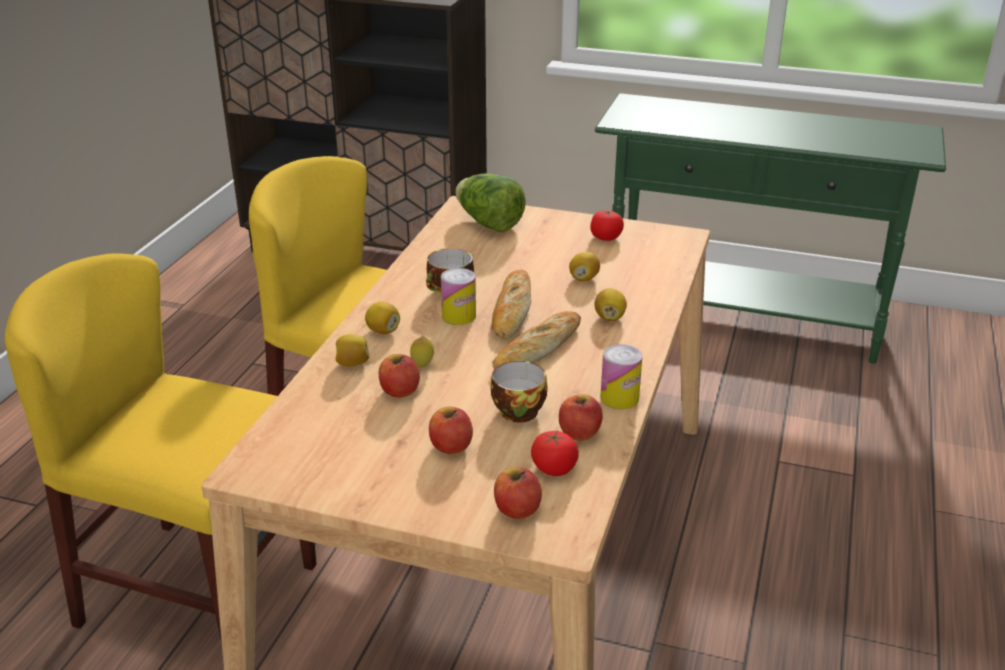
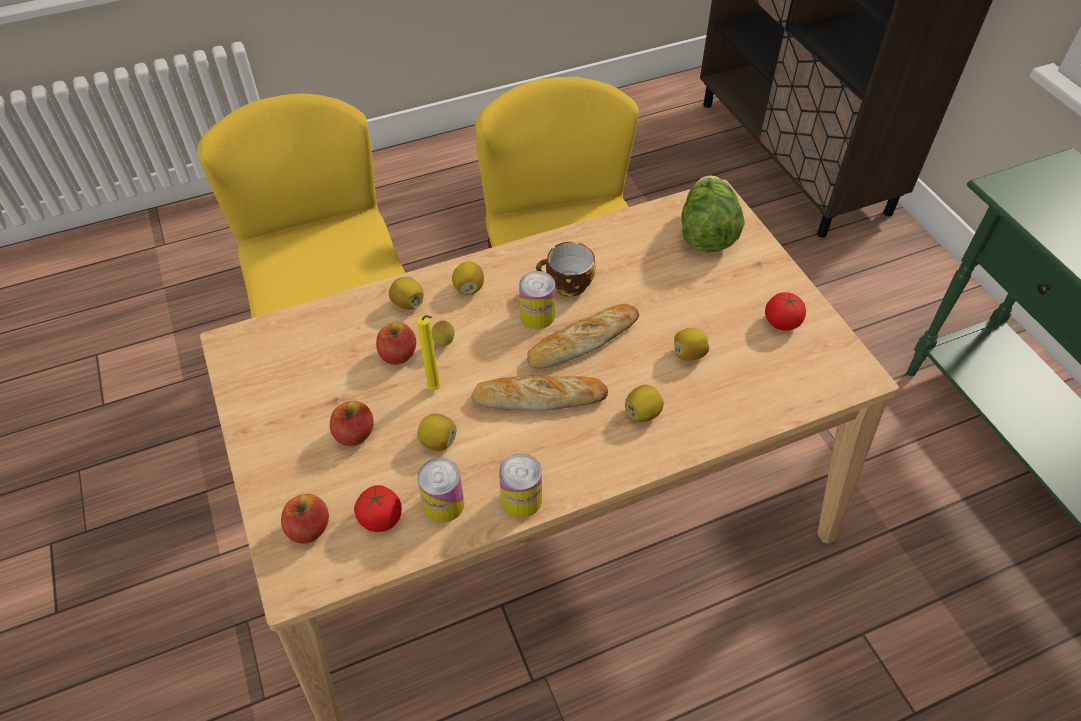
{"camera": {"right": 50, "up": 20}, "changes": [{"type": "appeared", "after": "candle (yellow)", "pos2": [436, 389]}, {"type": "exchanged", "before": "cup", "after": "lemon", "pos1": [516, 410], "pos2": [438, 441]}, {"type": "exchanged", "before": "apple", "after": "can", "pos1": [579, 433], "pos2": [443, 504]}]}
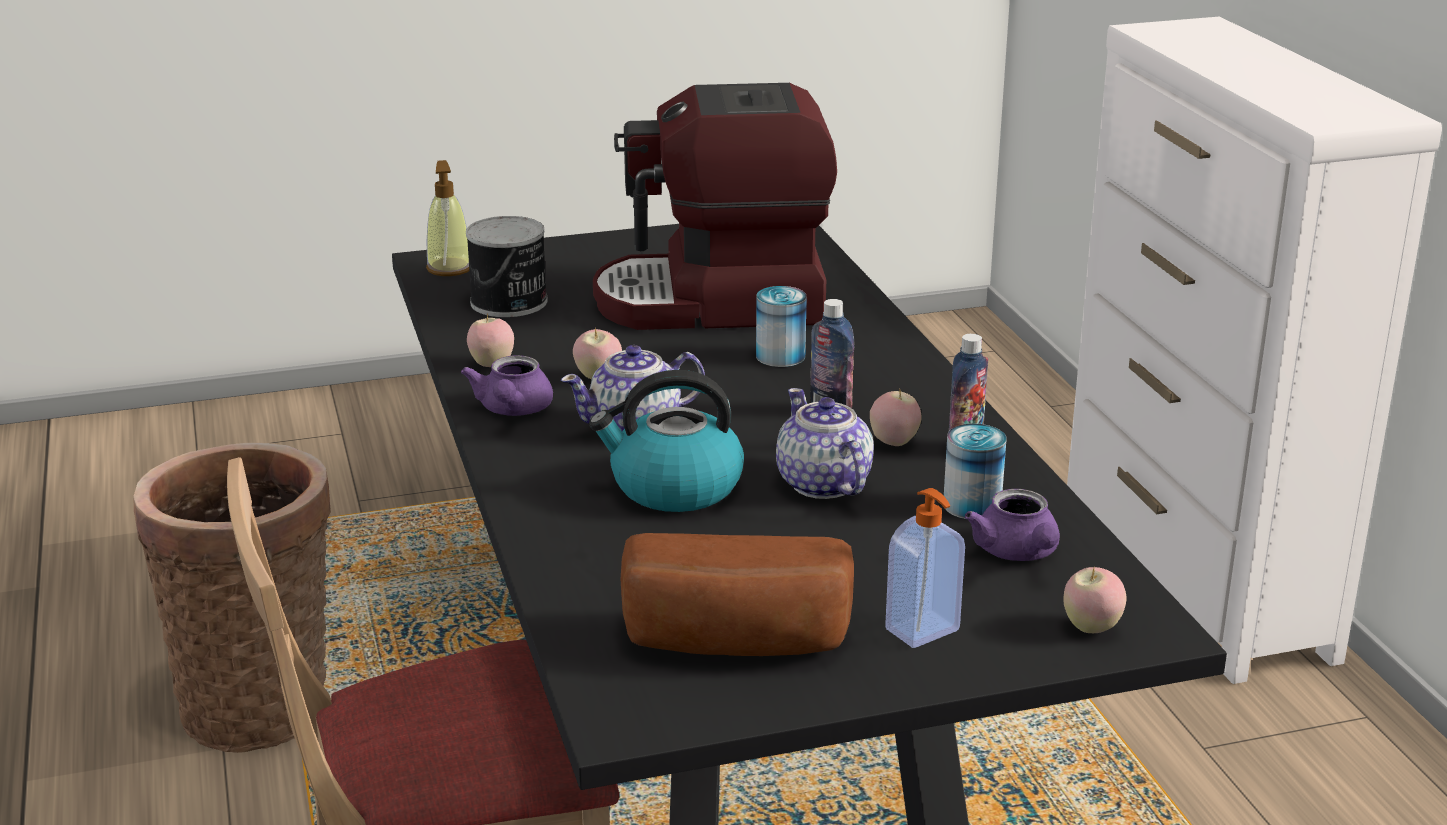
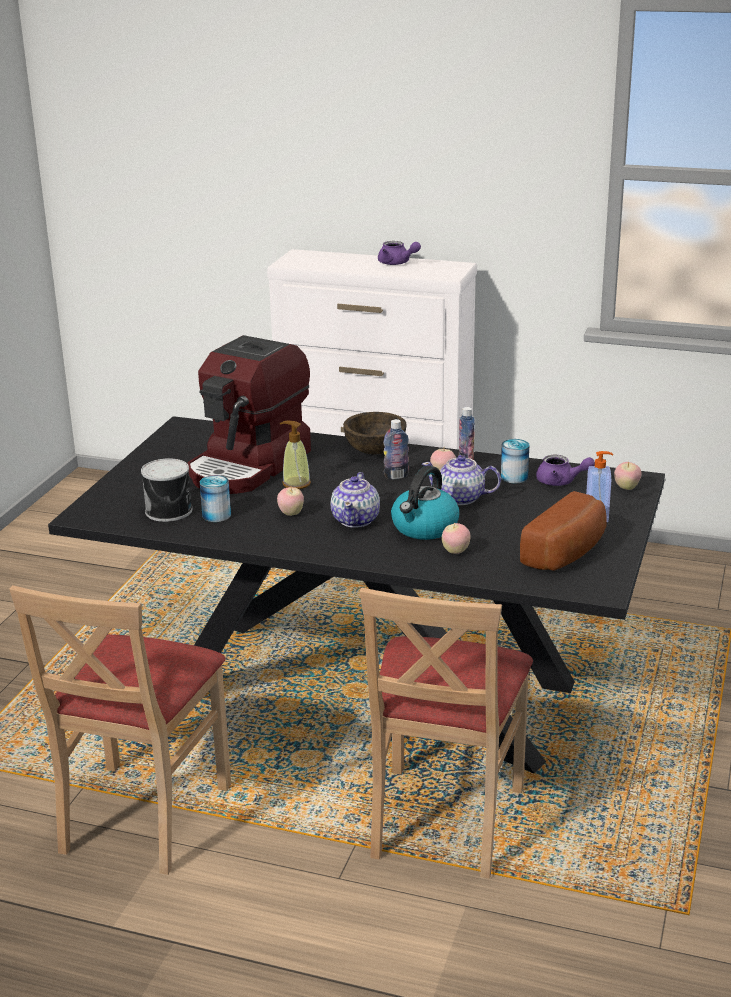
{"camera": {"right": -55, "up": 0}, "changes": [{"type": "appeared", "after": "bowl (brown)", "pos2": [375, 450]}, {"type": "relocated", "before": "soap dispenser", "pos1": [449, 268], "pos2": [296, 483]}, {"type": "relocated", "before": "teapot (purple)", "pos1": [512, 410], "pos2": [397, 263]}, {"type": "relocated", "before": "apple", "pos1": [492, 364], "pos2": [455, 551]}, {"type": "relocated", "before": "can", "pos1": [780, 356], "pos2": [216, 515]}, {"type": "exchanged", "before": "basket", "after": "chair (beige)", "pos1": [259, 703], "pos2": [142, 816]}]}
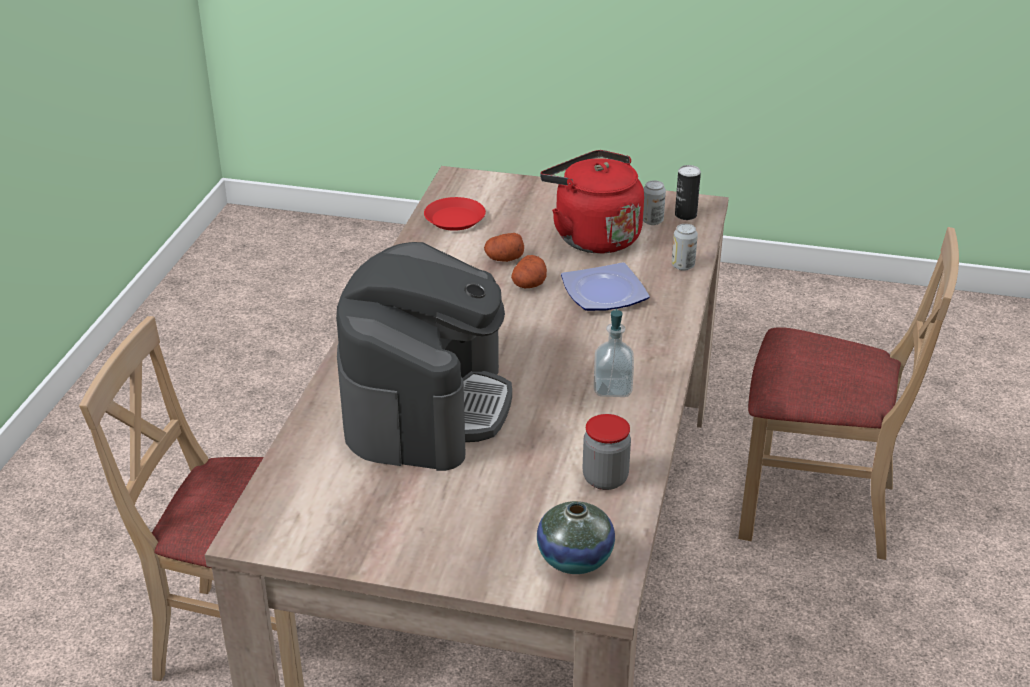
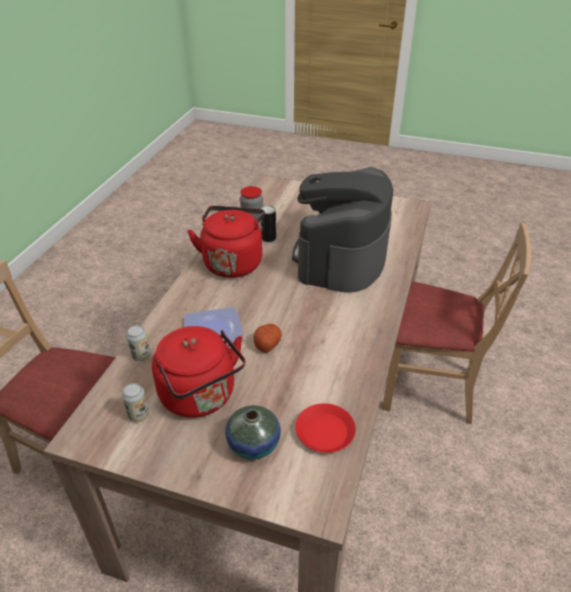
{"camera": {"right": -175, "up": 5}, "changes": [{"type": "missing", "before": "potato", "pos1": [504, 259]}, {"type": "relocated", "before": "vase", "pos1": [575, 558], "pos2": [253, 444]}, {"type": "relocated", "before": "can", "pos1": [685, 215], "pos2": [268, 238]}, {"type": "exchanged", "before": "soap dispenser", "after": "kettle (red)", "pos1": [612, 388], "pos2": [233, 262]}]}
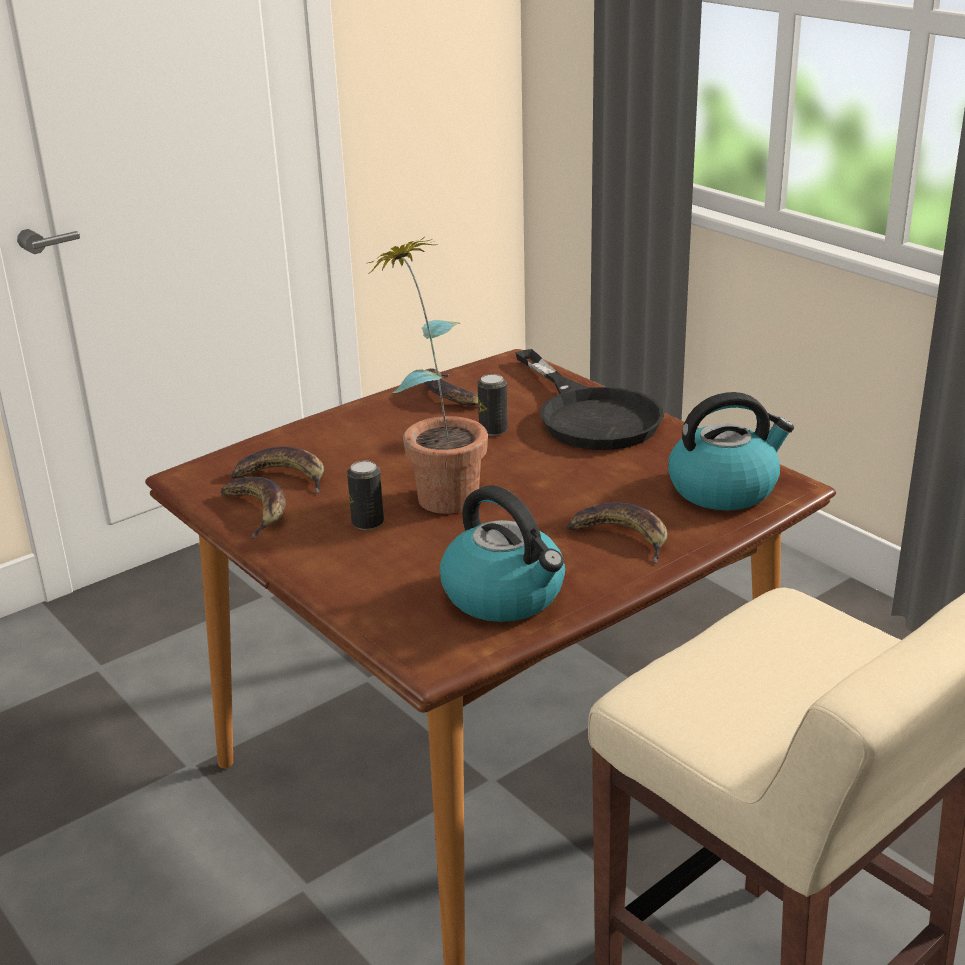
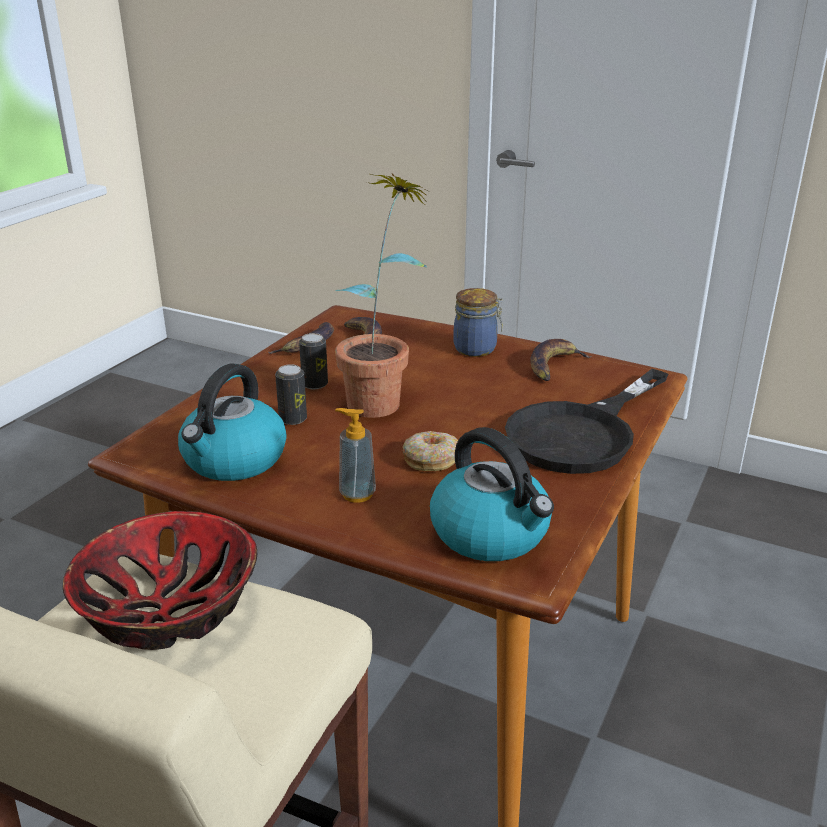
{"camera": {"right": 65, "up": 0}, "changes": [{"type": "appeared", "after": "bowl", "pos2": [169, 609]}, {"type": "appeared", "after": "donut", "pos2": [431, 459]}, {"type": "appeared", "after": "jar", "pos2": [477, 349]}, {"type": "relocated", "before": "can", "pos1": [493, 430], "pos2": [293, 419]}, {"type": "exchanged", "before": "banana", "after": "soap dispenser", "pos1": [622, 537], "pos2": [357, 494]}]}
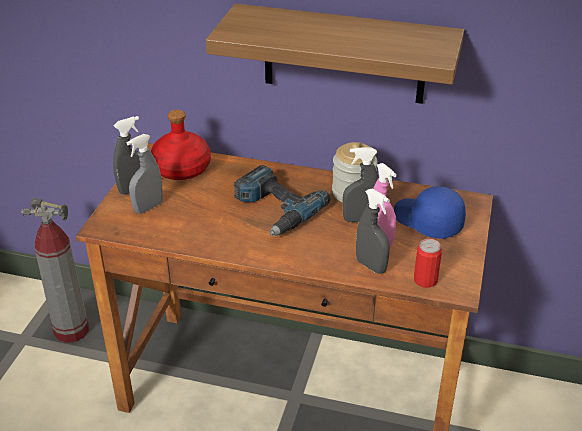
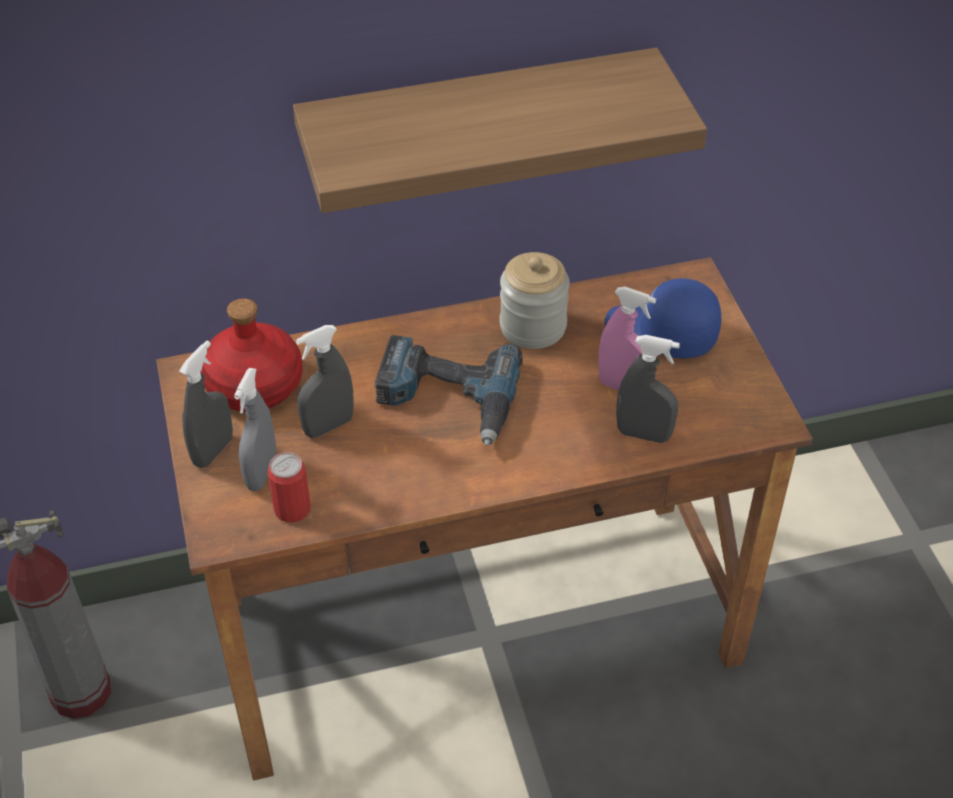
{"camera": {"right": -30, "up": 10}, "changes": [{"type": "relocated", "before": "spray bottle (grey)", "pos1": [360, 220], "pos2": [328, 426]}, {"type": "relocated", "before": "can", "pos1": [425, 280], "pos2": [292, 509]}]}
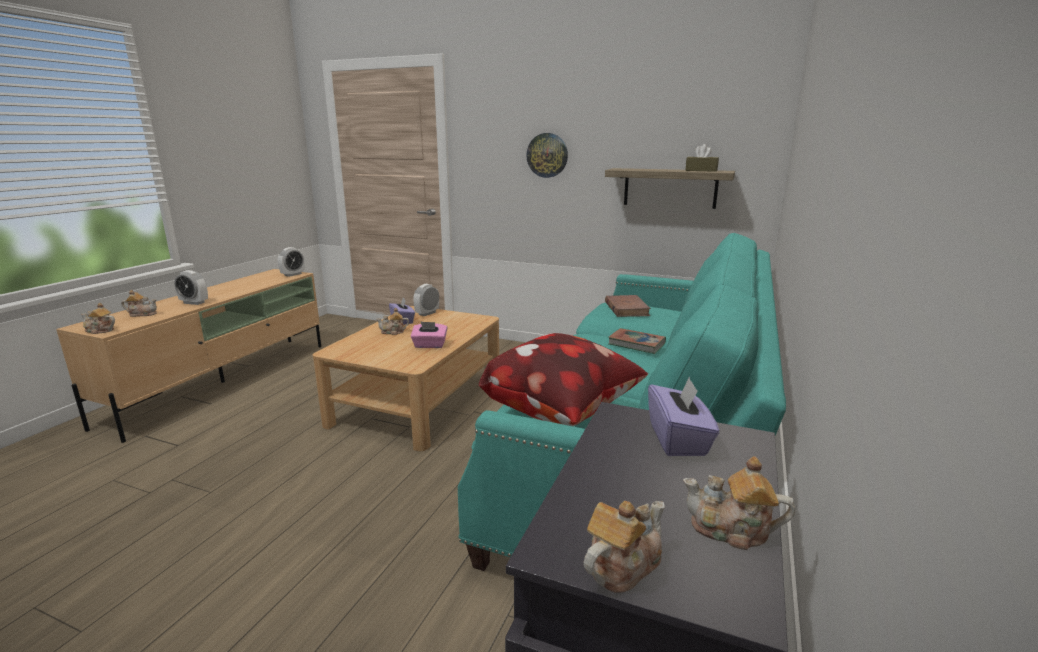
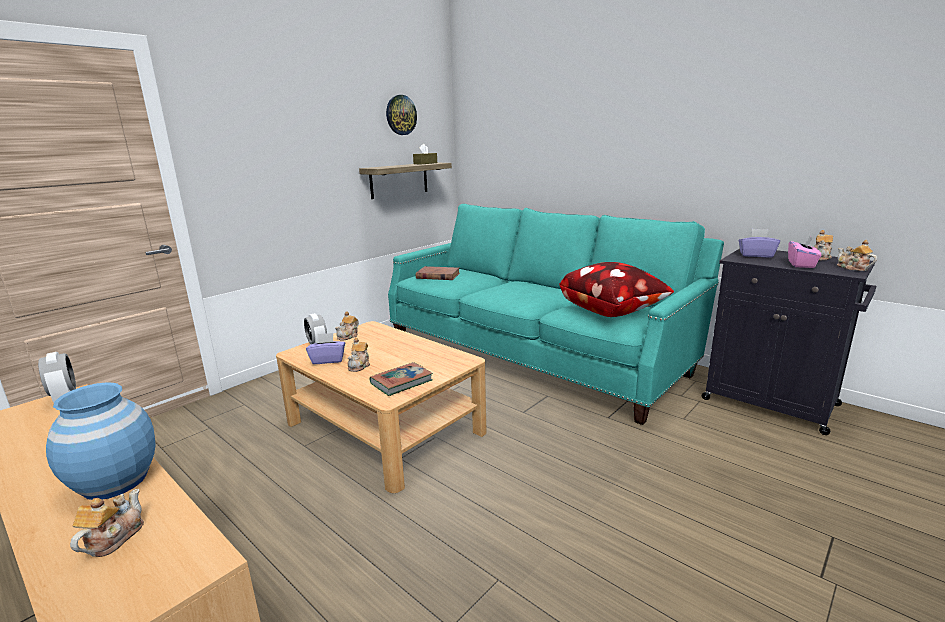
{"camera": {"right": -70, "up": 0}, "changes": [{"type": "relocated", "before": "teapot", "pos1": [100, 330], "pos2": [348, 336]}, {"type": "relocated", "before": "tissue box (pink)", "pos1": [429, 345], "pos2": [801, 264]}, {"type": "relocated", "before": "wall clock", "pos1": [547, 155], "pos2": [401, 115]}, {"type": "relocated", "before": "book", "pos1": [636, 344], "pos2": [401, 382]}, {"type": "exchanged", "before": "alarm clock", "after": "vase (blue)", "pos1": [194, 303], "pos2": [115, 482]}]}
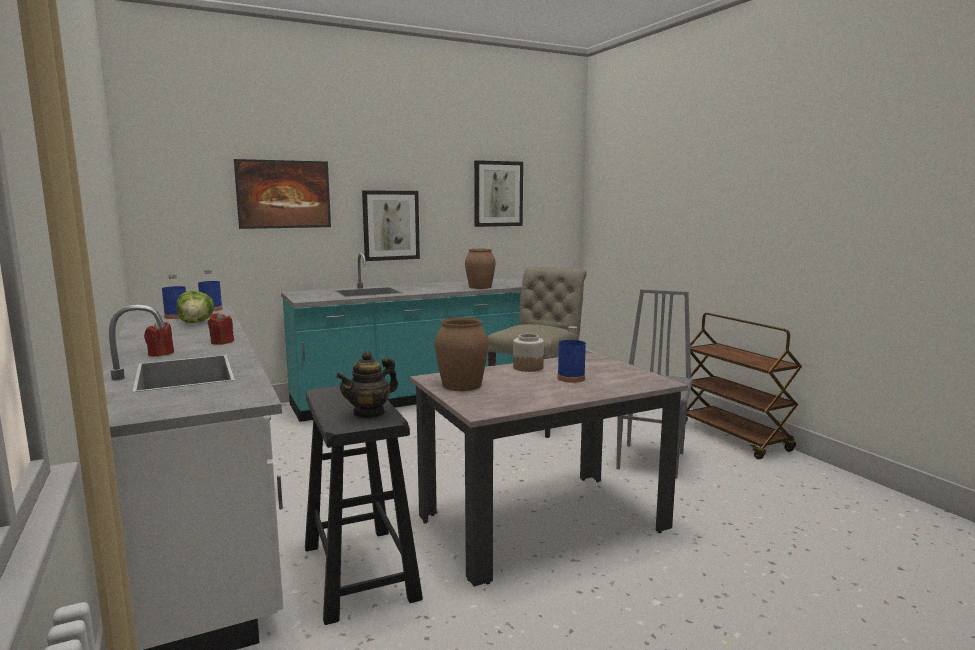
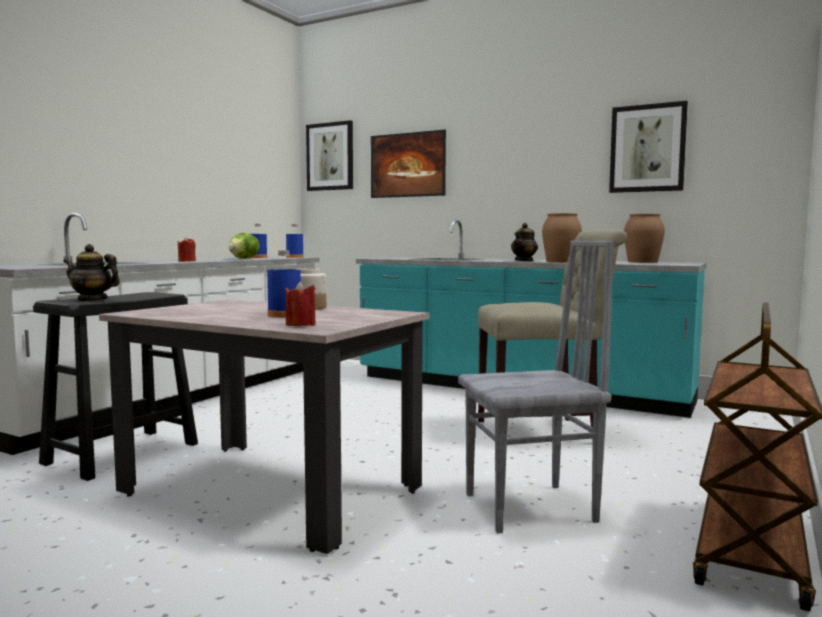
{"camera": {"right": 55, "up": -5}, "changes": [{"type": "appeared", "after": "teapot", "pos2": [524, 260]}, {"type": "relocated", "before": "candle (red)", "pos1": [160, 354], "pos2": [300, 325]}, {"type": "relocated", "before": "picture", "pos1": [391, 225], "pos2": [330, 156]}, {"type": "relocated", "before": "vase (brown)", "pos1": [461, 385], "pos2": [642, 262]}]}
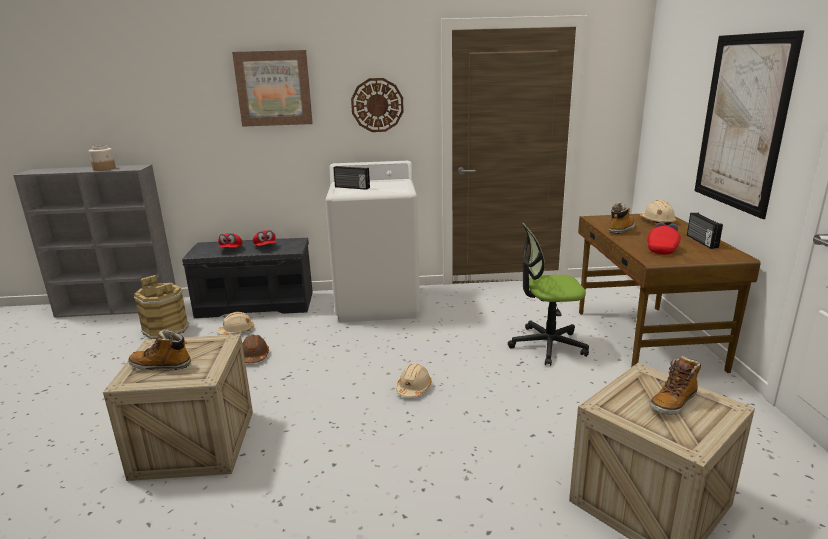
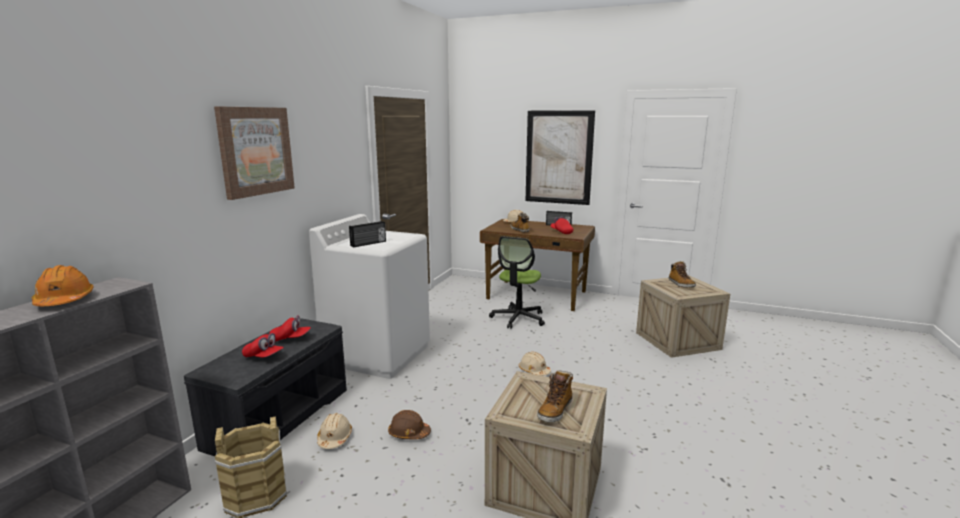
{"camera": {"right": -65, "up": -5}, "changes": [{"type": "missing", "before": "wall clock", "pos1": [377, 105]}, {"type": "exchanged", "before": "jar", "after": "hard hat (orange)", "pos1": [104, 168], "pos2": [64, 301]}]}
